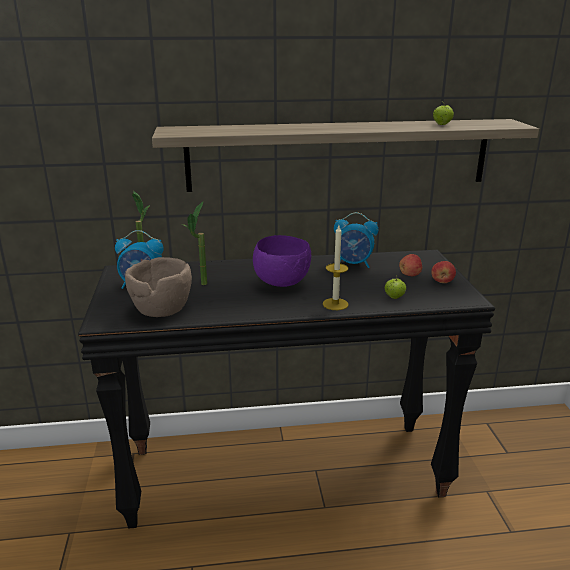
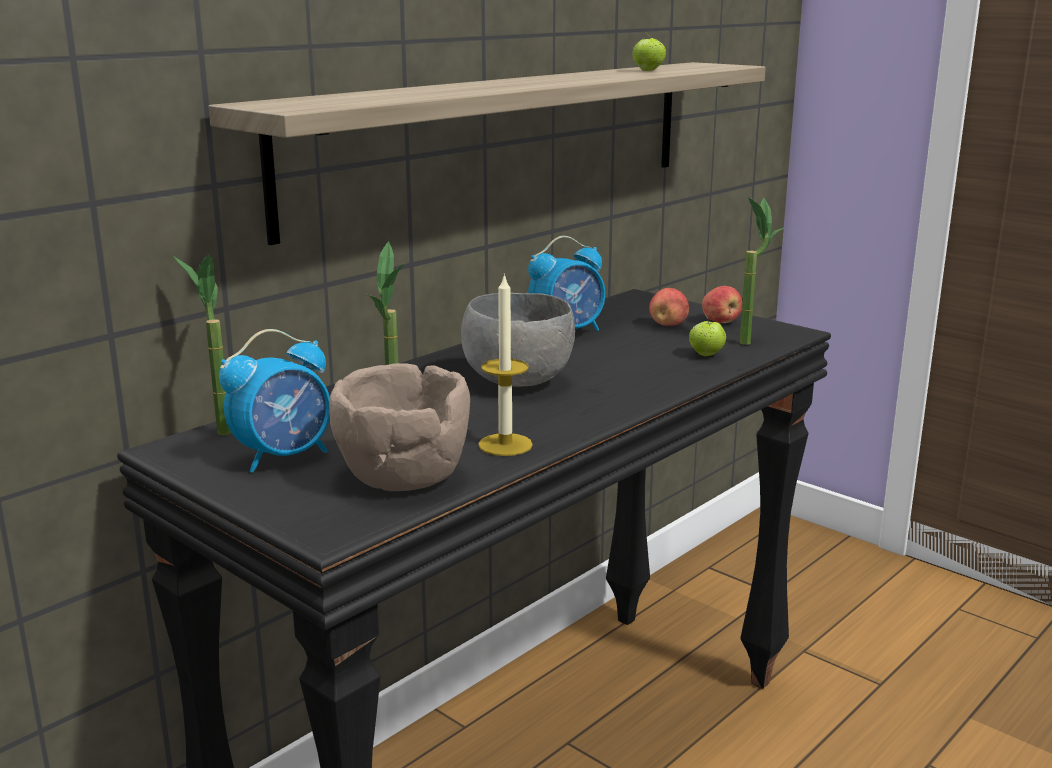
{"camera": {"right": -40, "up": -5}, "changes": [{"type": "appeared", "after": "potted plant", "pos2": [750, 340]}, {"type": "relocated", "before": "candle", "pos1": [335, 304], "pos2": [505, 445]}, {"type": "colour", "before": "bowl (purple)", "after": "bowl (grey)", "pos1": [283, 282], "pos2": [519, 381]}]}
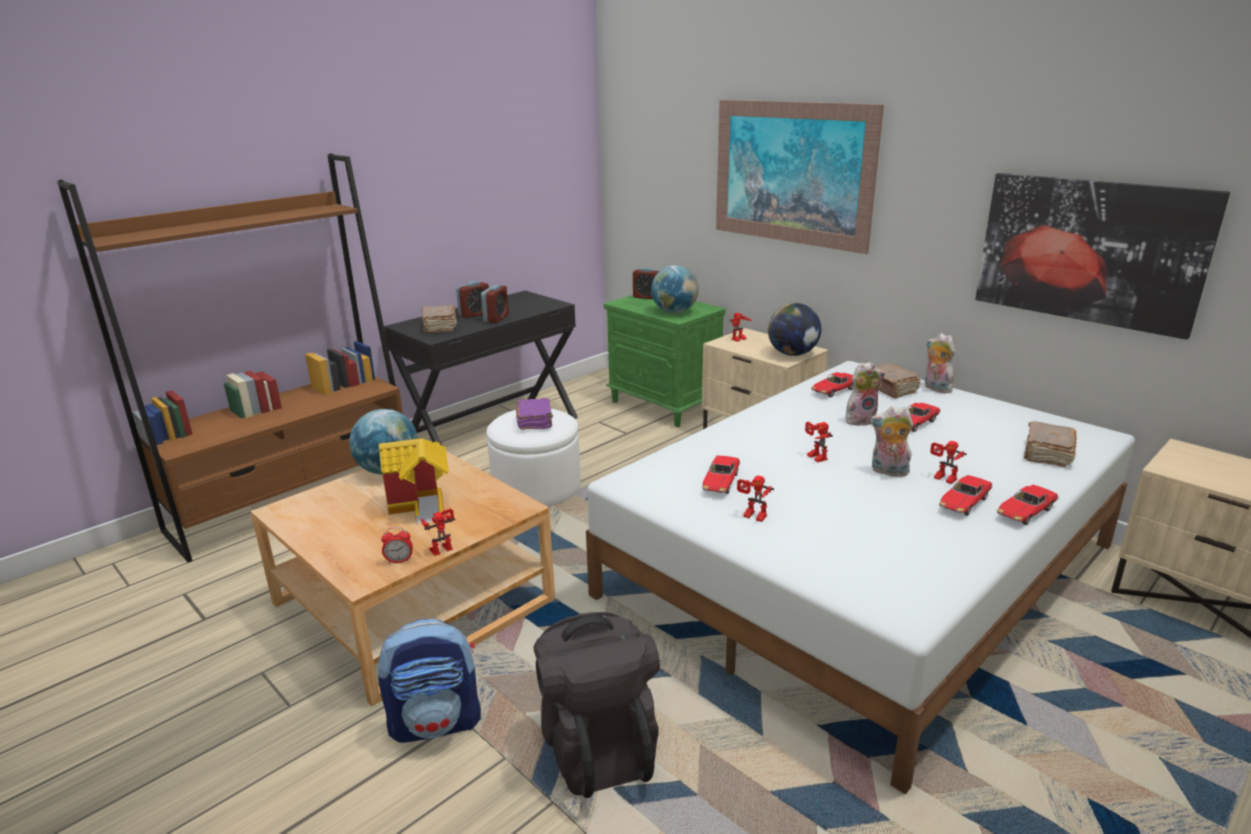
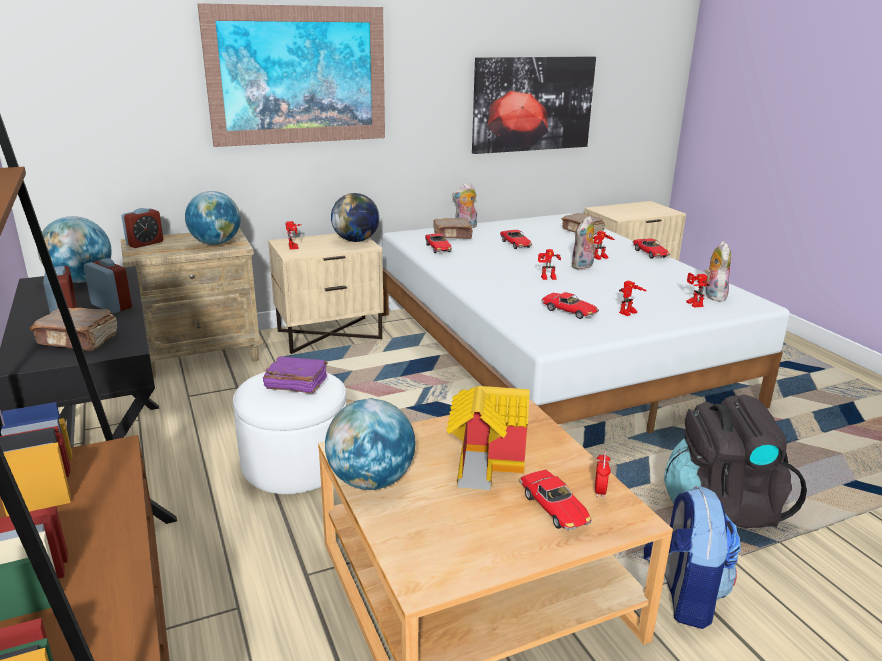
{"camera": {"right": -70, "up": 0}, "changes": [{"type": "appeared", "after": "globe", "pos2": [81, 280]}, {"type": "relocated", "before": "toy robot", "pos1": [441, 547], "pos2": [692, 304]}, {"type": "relocated", "before": "plush toy", "pos1": [860, 420], "pos2": [713, 296]}, {"type": "relocated", "before": "toy car", "pos1": [963, 503], "pos2": [554, 508]}, {"type": "colour", "before": "nightstand (green)", "after": "nightstand (beige)", "pos1": [664, 405], "pos2": [202, 355]}]}
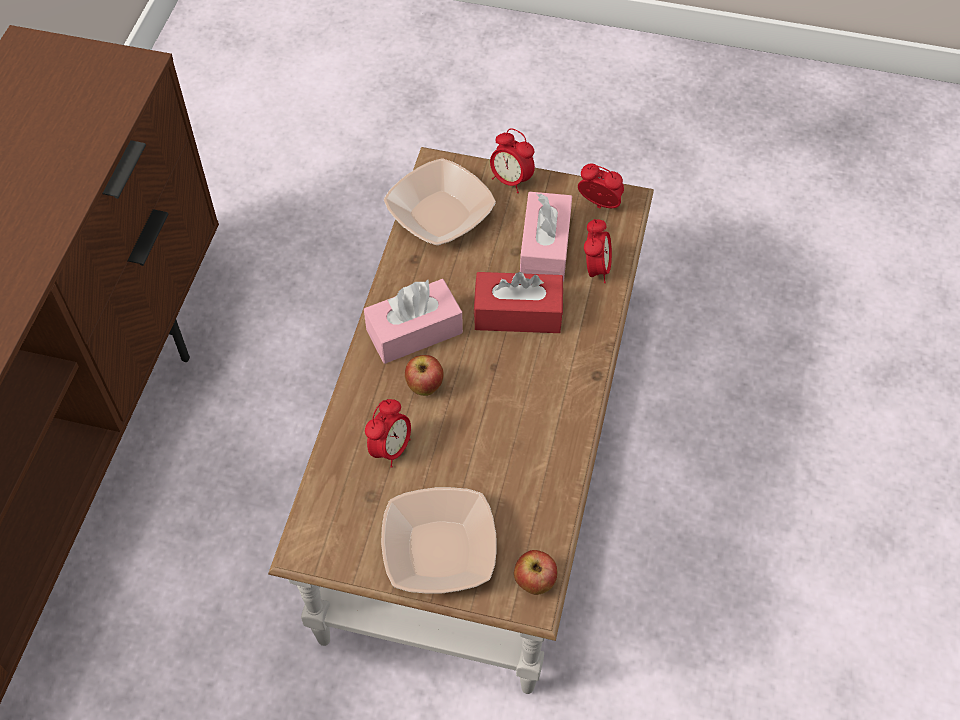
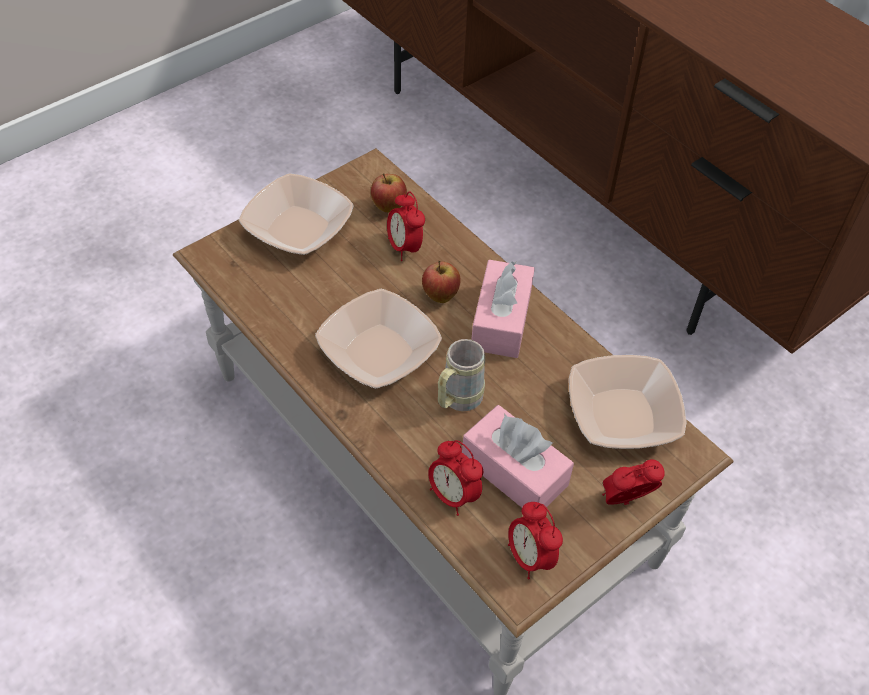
{"camera": {"right": 125, "up": -5}, "changes": [{"type": "appeared", "after": "bowl", "pos2": [378, 352]}, {"type": "relocated", "before": "apple", "pos1": [534, 582], "pos2": [388, 207]}, {"type": "exchanged", "before": "tissue box (red)", "after": "mug (beige)", "pos1": [518, 313], "pos2": [456, 401]}, {"type": "spun", "before": "alarm clock", "pos1": [599, 205], "pos2": [530, 557], "turn": 90}]}
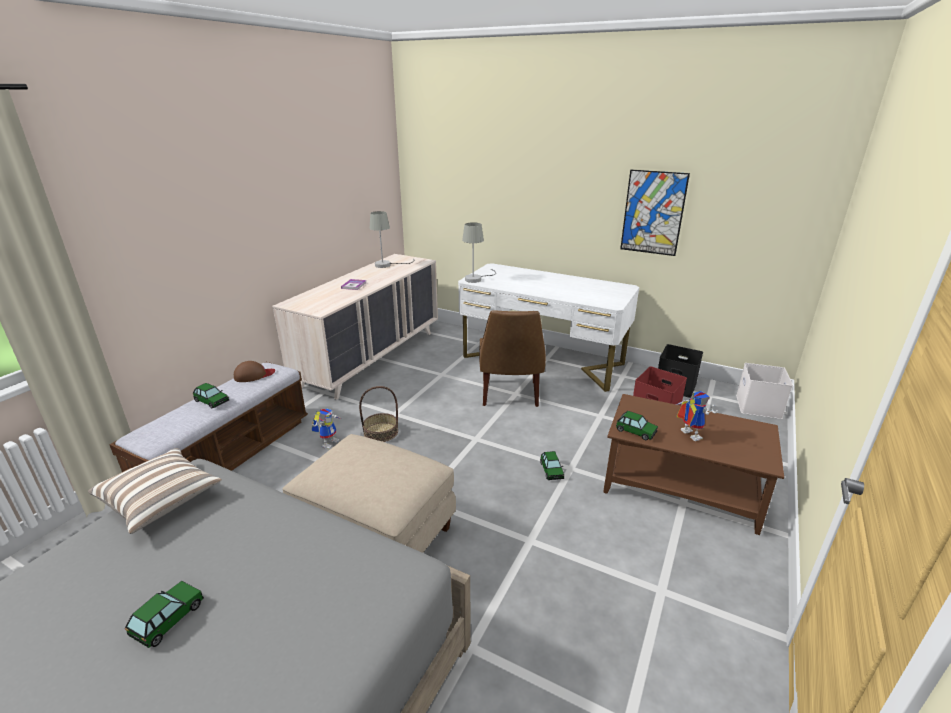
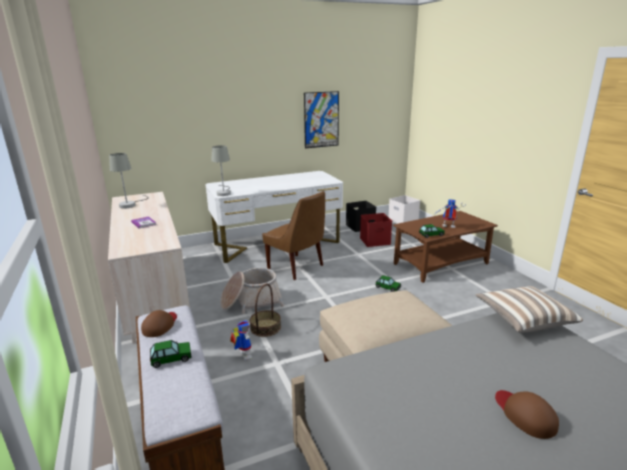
{"camera": {"right": -50, "up": -5}, "changes": [{"type": "appeared", "after": "basket", "pos2": [251, 301]}, {"type": "relocated", "before": "pillow", "pos1": [161, 500], "pos2": [523, 319]}, {"type": "exchanged", "before": "toy car", "after": "cap (brown)", "pos1": [168, 619], "pos2": [525, 414]}]}
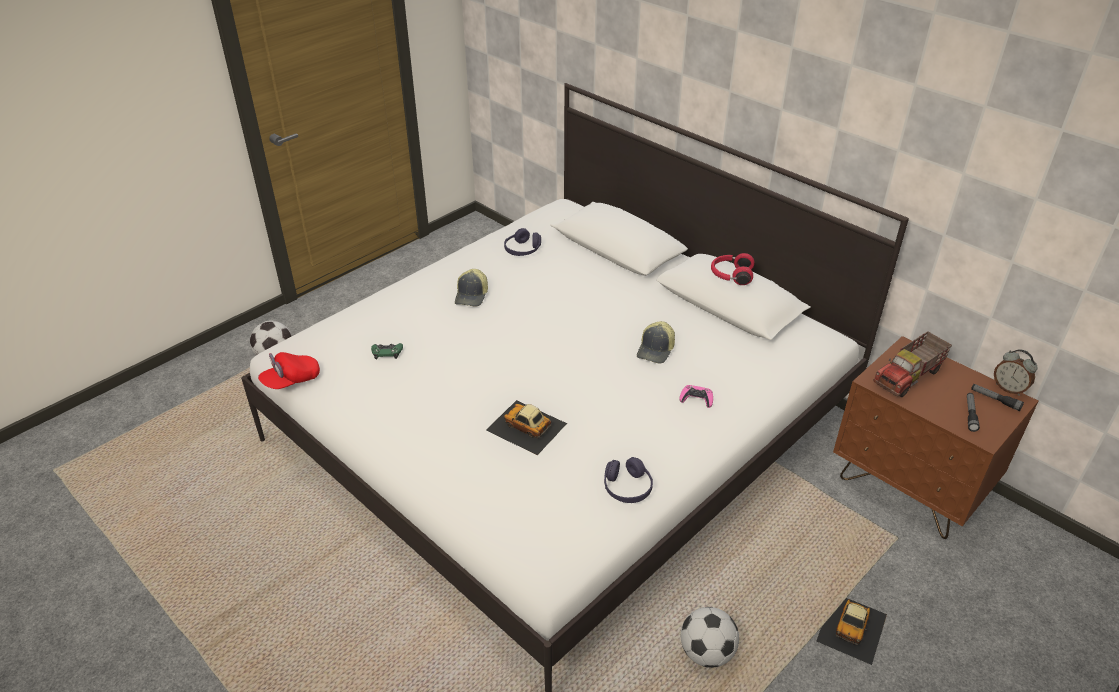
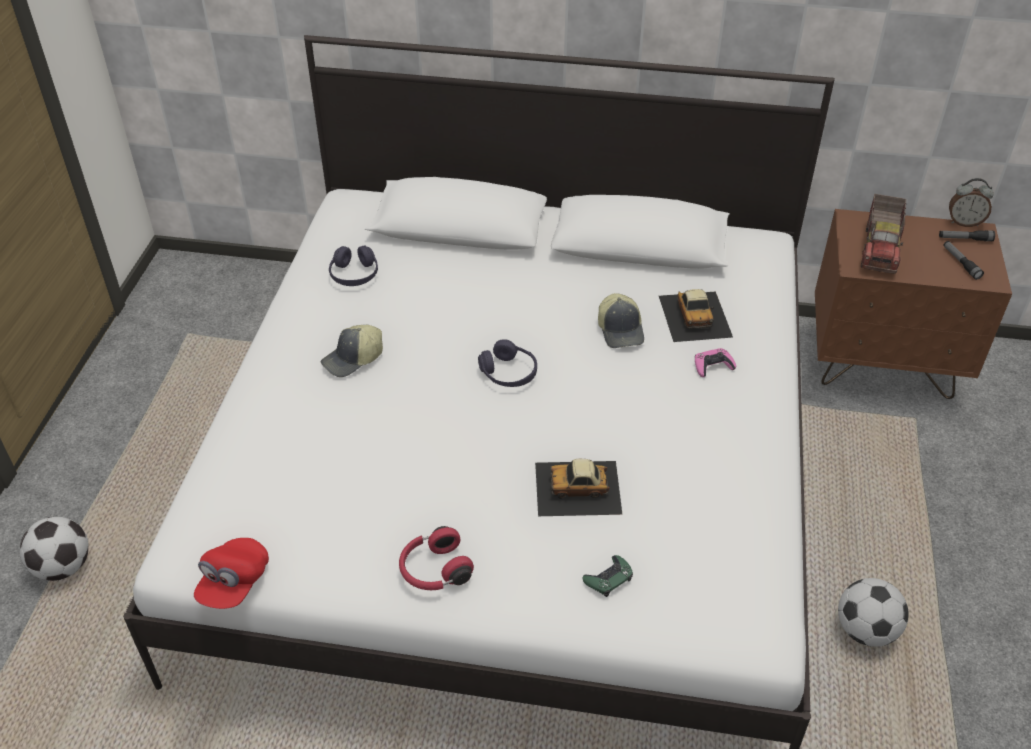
{"camera": {"right": -35, "up": 5}, "changes": [{"type": "relocated", "before": "game controller (green)", "pos1": [387, 353], "pos2": [608, 579]}, {"type": "relocated", "before": "headphones (purple)", "pos1": [627, 487], "pos2": [508, 373]}, {"type": "relocated", "before": "headphones (red)", "pos1": [731, 276], "pos2": [434, 570]}, {"type": "relocated", "before": "toy car", "pos1": [852, 627], "pos2": [695, 315]}, {"type": "spun", "before": "cap", "pos1": [472, 295], "pos2": [353, 359], "turn": 75}]}
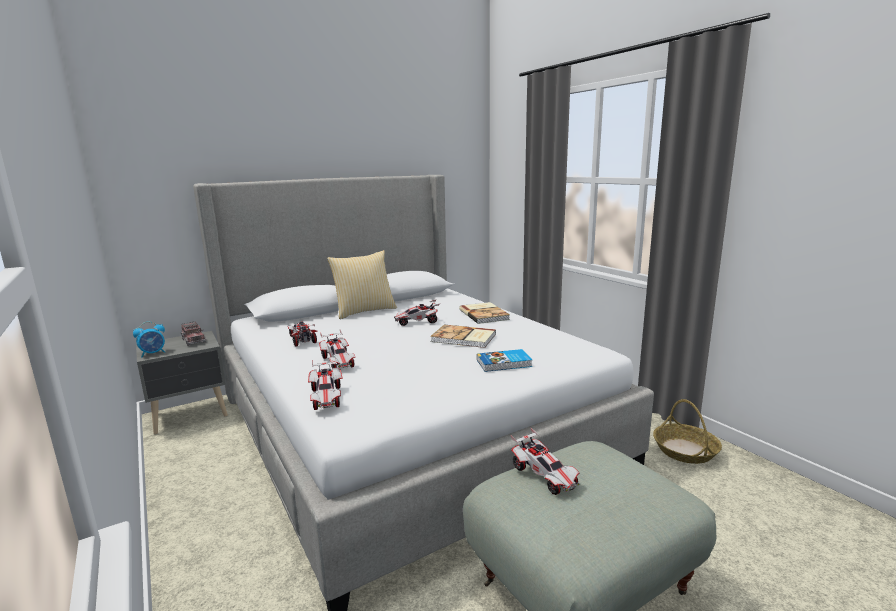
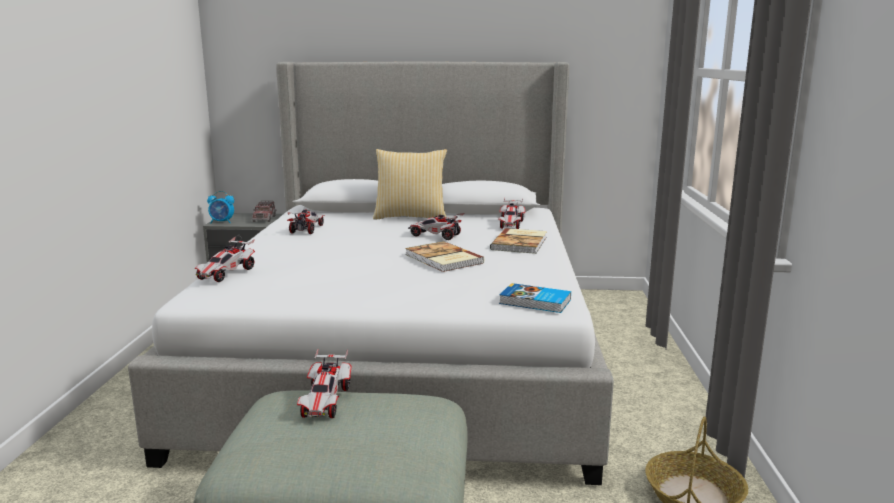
{"camera": {"right": 35, "up": 0}, "changes": [{"type": "relocated", "before": "toy car", "pos1": [338, 362], "pos2": [511, 224]}, {"type": "relocated", "before": "book", "pos1": [504, 363], "pos2": [535, 302]}]}
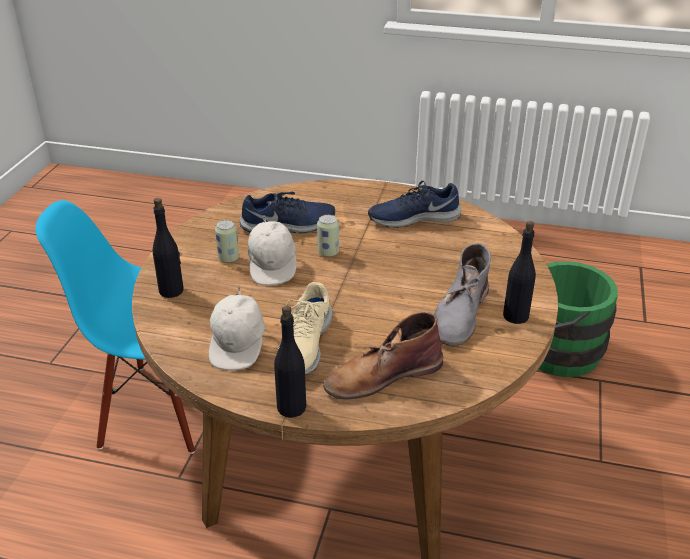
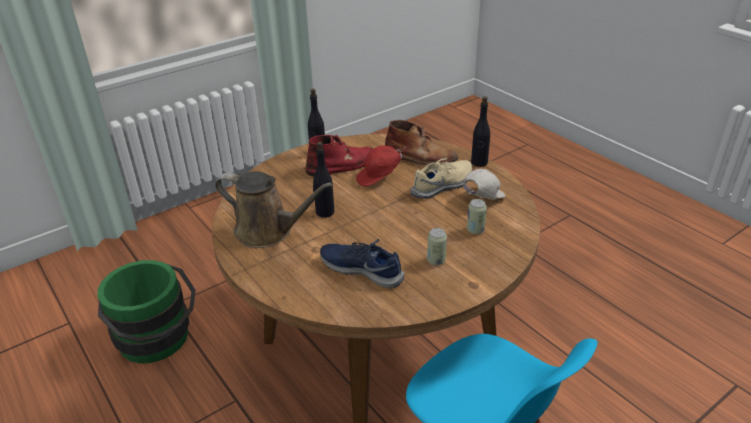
{"camera": {"right": -140, "up": 0}, "changes": [{"type": "missing", "before": "cap (white)", "pos1": [273, 266]}, {"type": "appeared", "after": "cap (red)", "pos2": [380, 177]}, {"type": "relocated", "before": "bottle (black)", "pos1": [171, 290], "pos2": [324, 212]}, {"type": "relocated", "before": "can", "pos1": [328, 252], "pos2": [475, 230]}, {"type": "exchanged", "before": "shoe (blue)", "after": "watering can (brown)", "pos1": [413, 218], "pos2": [268, 231]}, {"type": "colour", "before": "boot (grey)", "after": "boot (red)", "pos1": [460, 314], "pos2": [342, 165]}]}
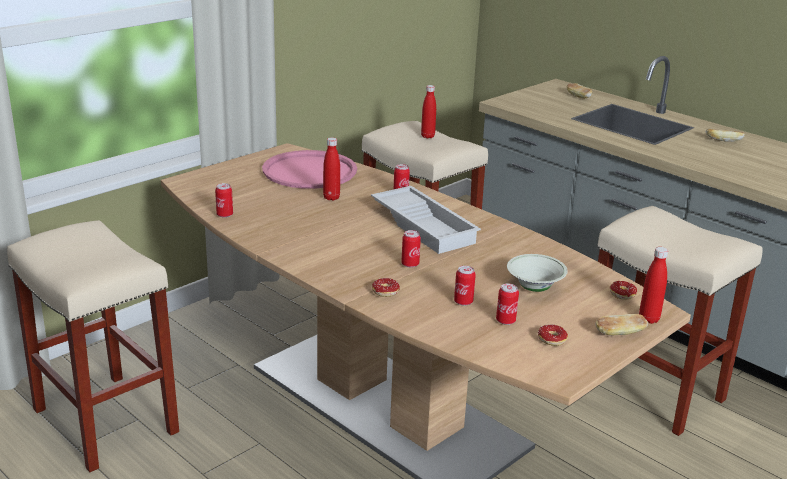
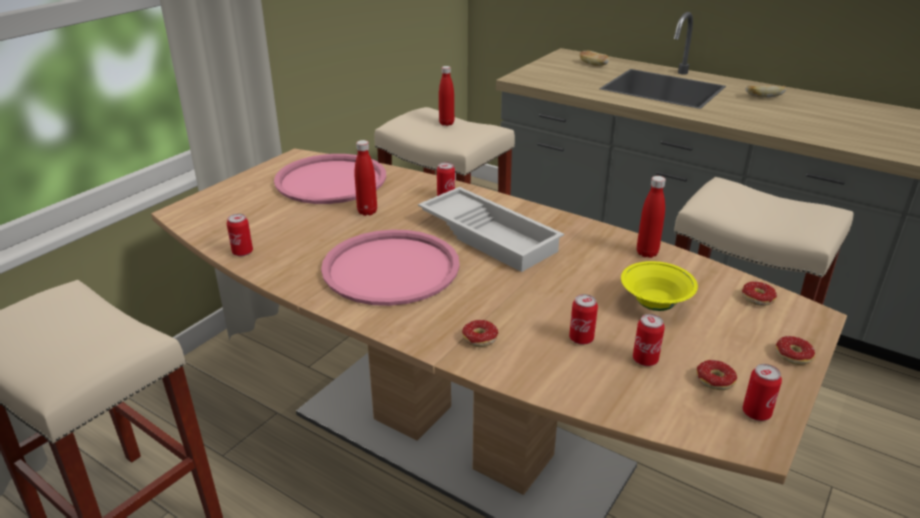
{"camera": {"right": -10, "up": 5}, "changes": [{"type": "appeared", "after": "tray (pink)", "pos2": [391, 268]}, {"type": "relocated", "before": "can", "pos1": [410, 264], "pos2": [756, 413]}, {"type": "relocated", "before": "bottle (red)", "pos1": [648, 319], "pos2": [647, 253]}, {"type": "exchanged", "before": "bread", "after": "donut", "pos1": [620, 333], "pos2": [787, 357]}, {"type": "colour", "before": "bowl (white)", "after": "bowl (yellow)", "pos1": [534, 288], "pos2": [655, 304]}]}
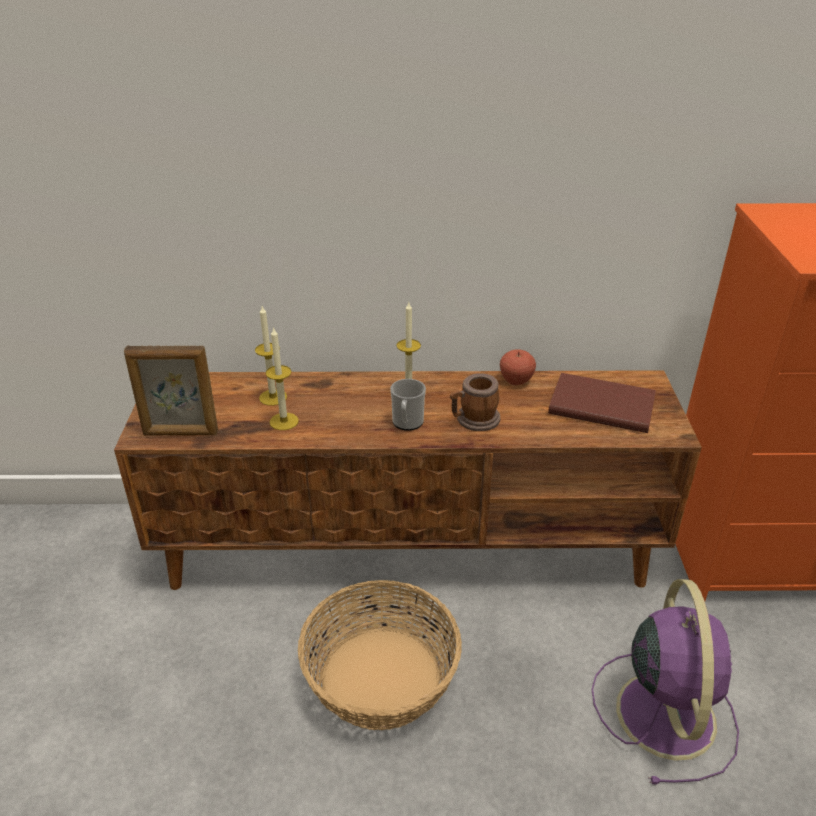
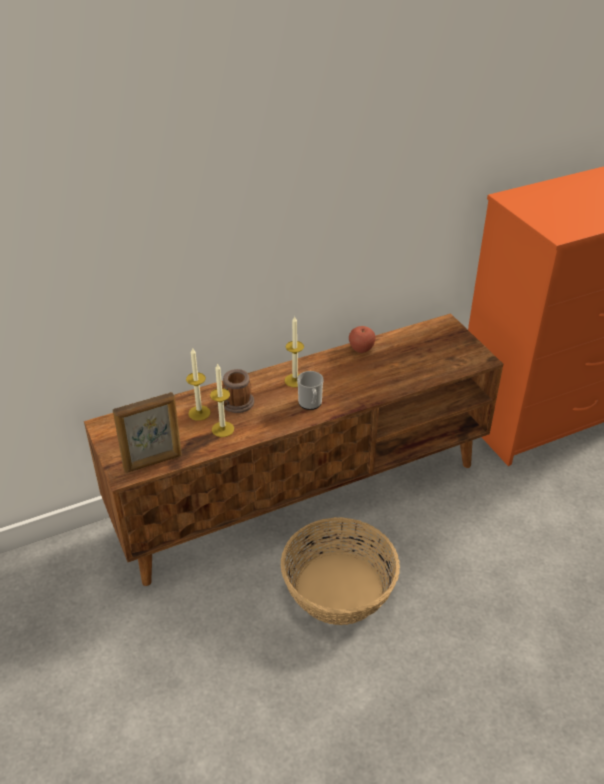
{"camera": {"right": -25, "up": 5}, "changes": [{"type": "missing", "before": "book (brown)", "pos1": [600, 405]}, {"type": "missing", "before": "fan (purple)", "pos1": [664, 710]}, {"type": "relocated", "before": "mug", "pos1": [473, 420], "pos2": [235, 405]}]}
